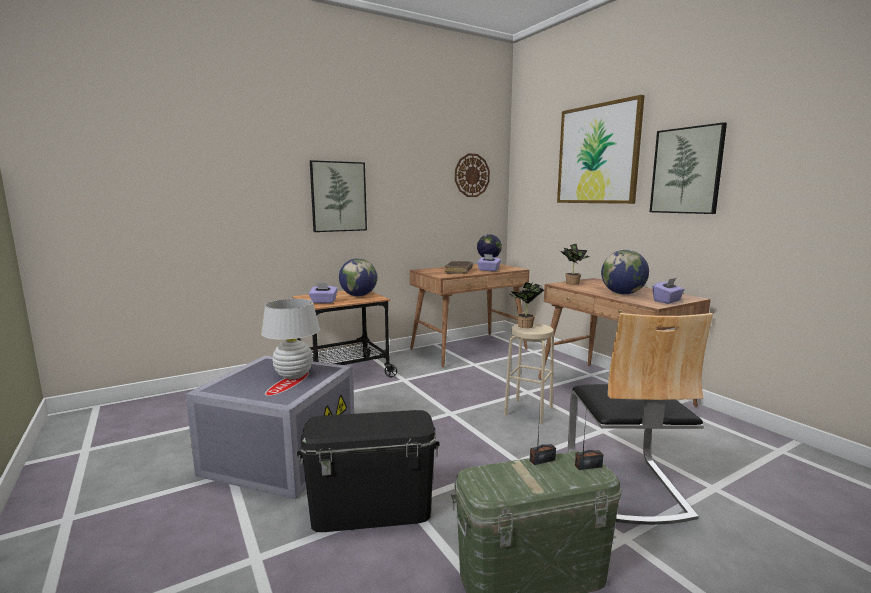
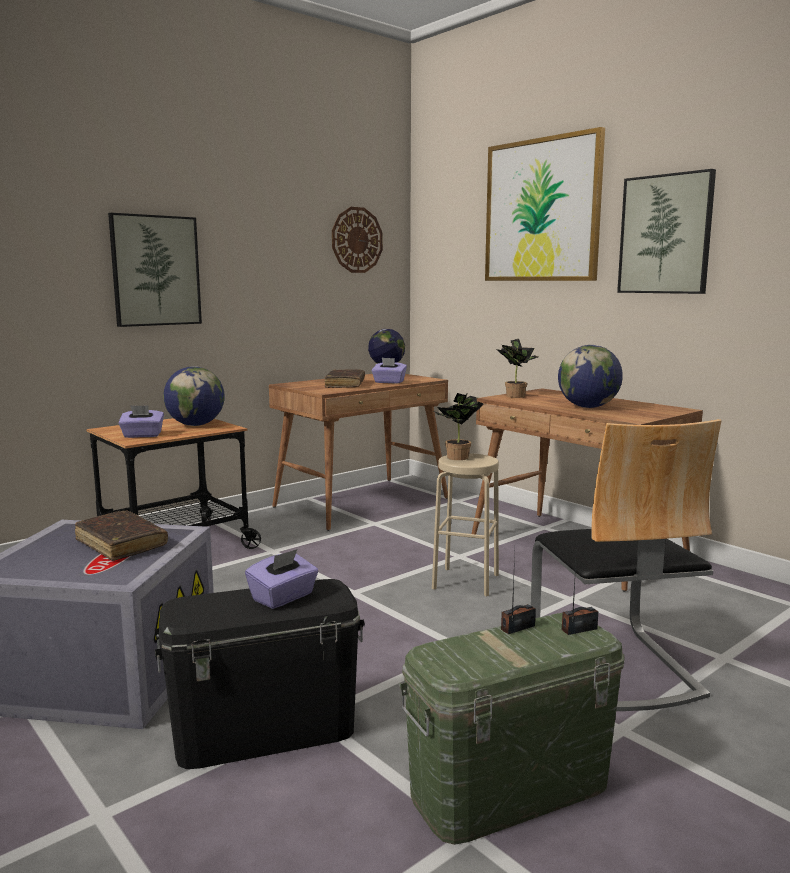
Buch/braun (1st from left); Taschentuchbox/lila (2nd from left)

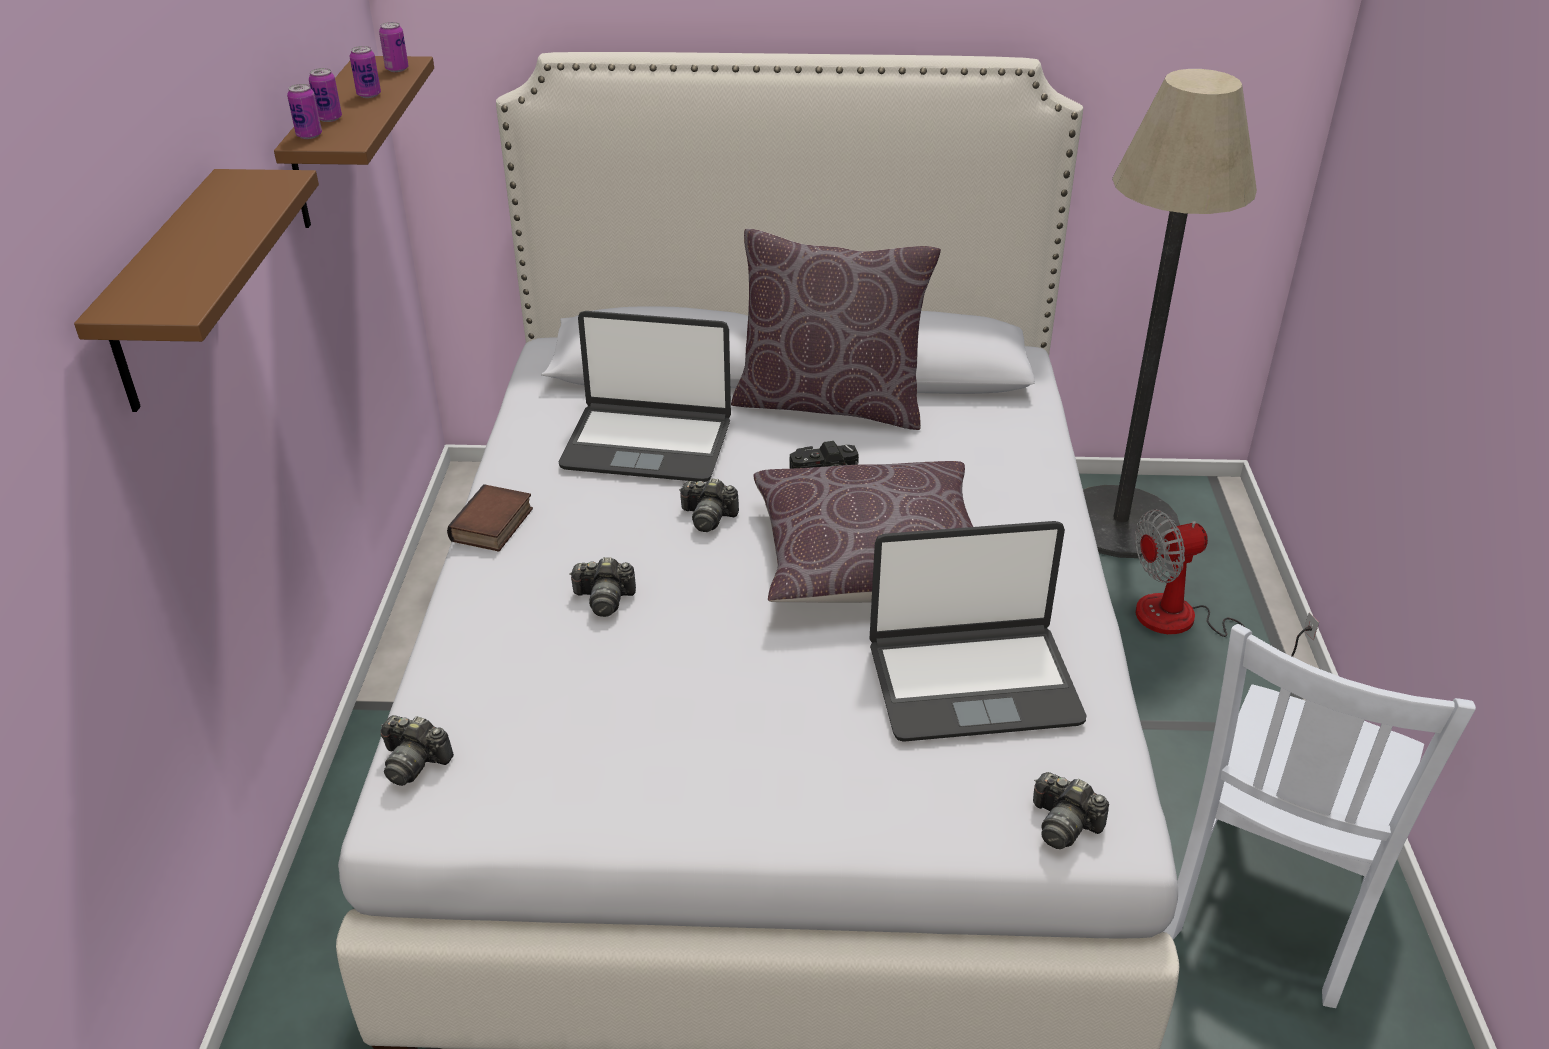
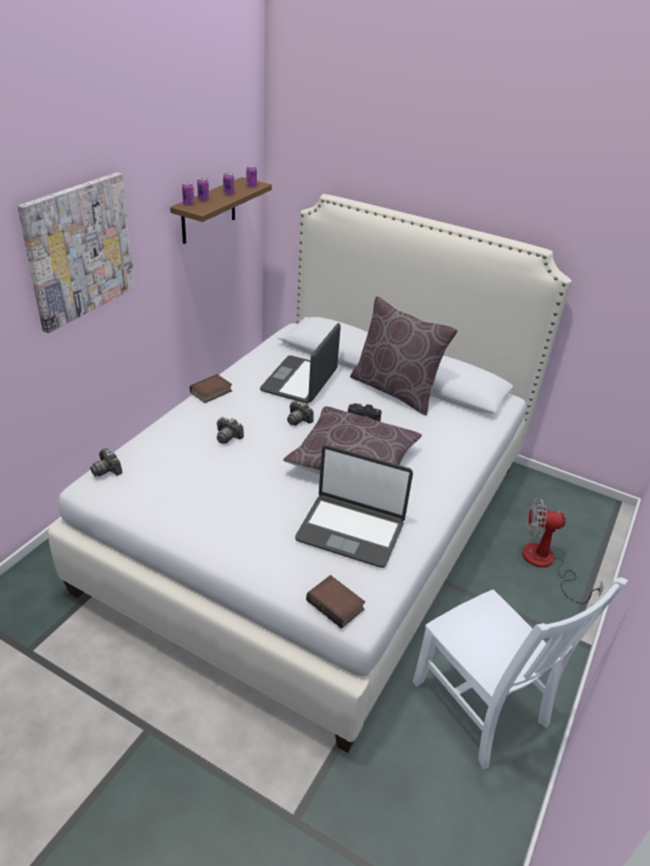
Bild; Laptop (1st from left); Buch (2nd from left); Stehlampe; Stuhl/weiß

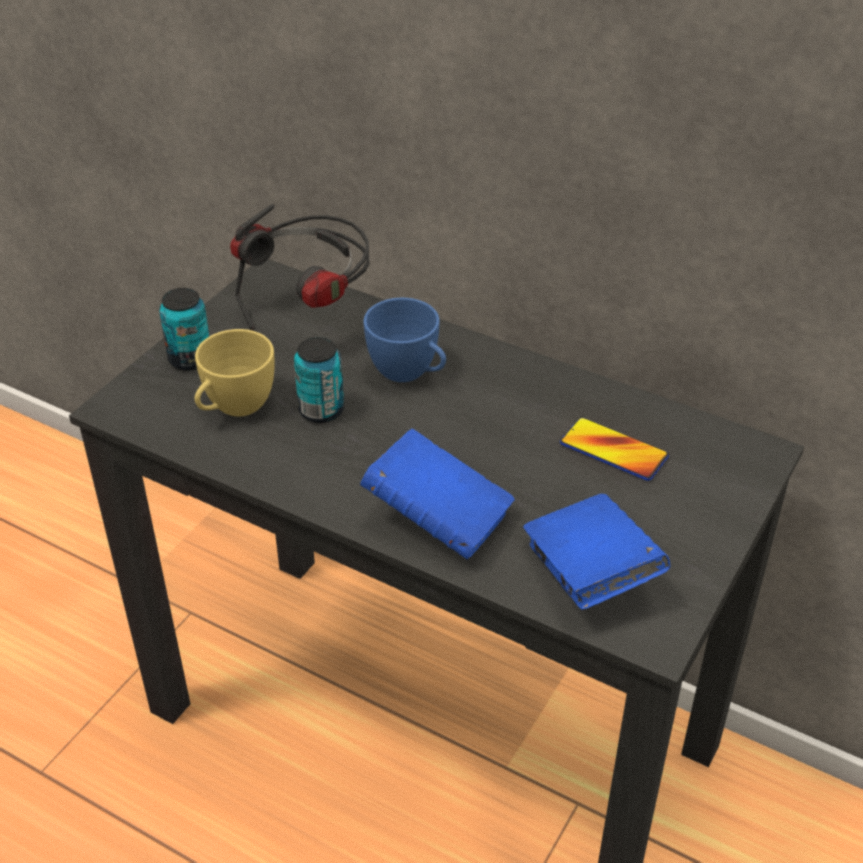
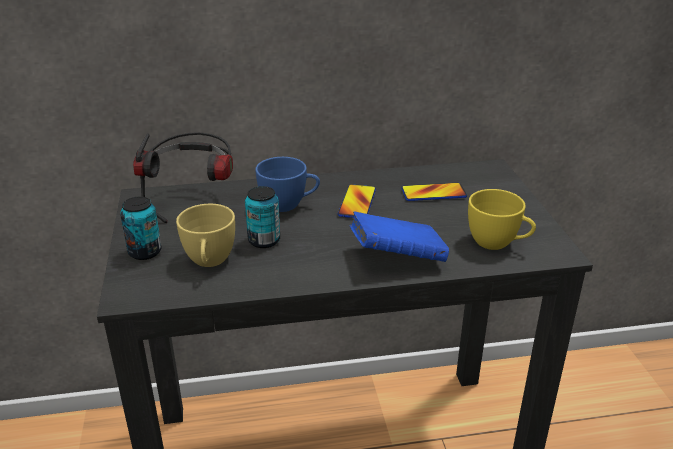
Tasse/gelb (2nd from left); Handy (1st from left)

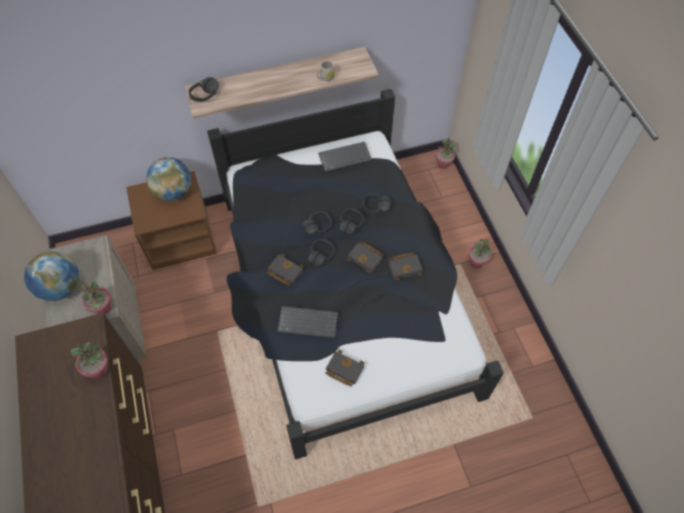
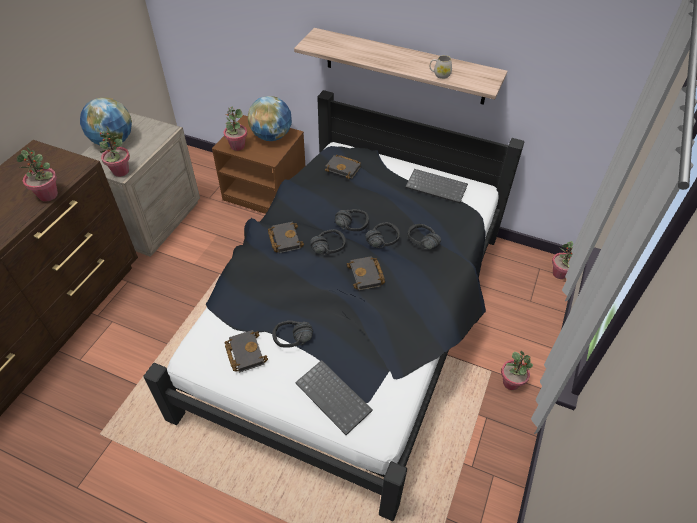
Kopfhörer/schwarz (1st from left); Tastatur (1st from left); Buch/schwarz (3rd from left); Topfpflanze (3rd from left)

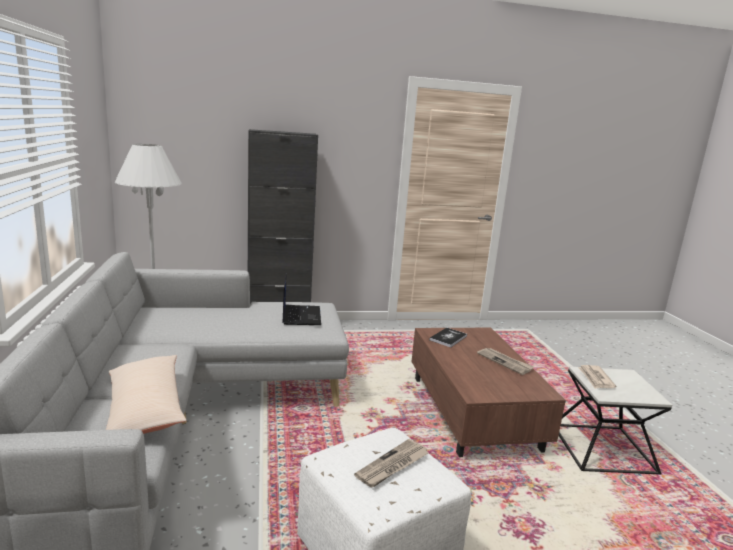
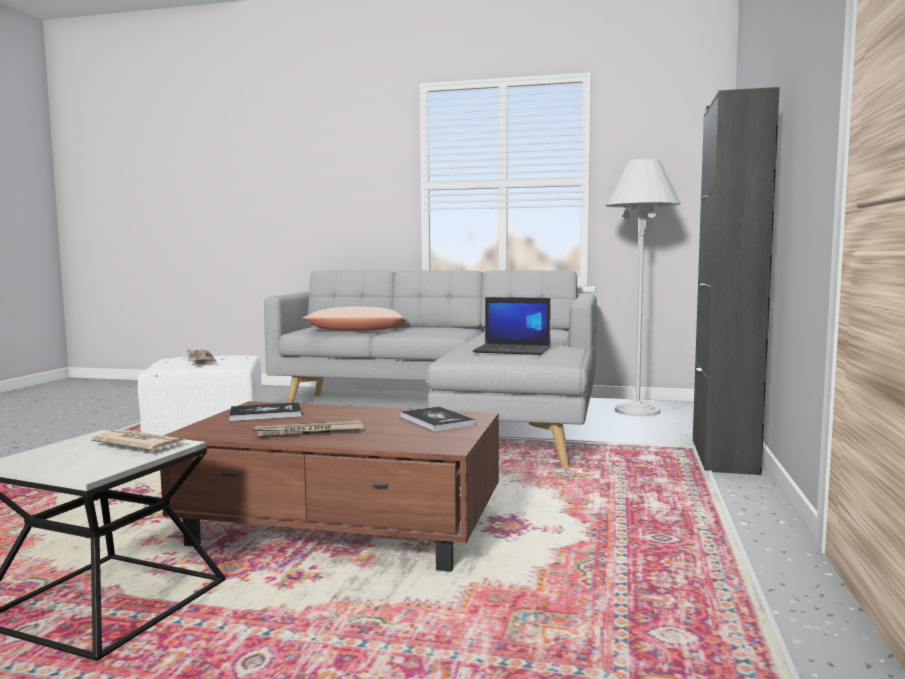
Buch (1st from left)

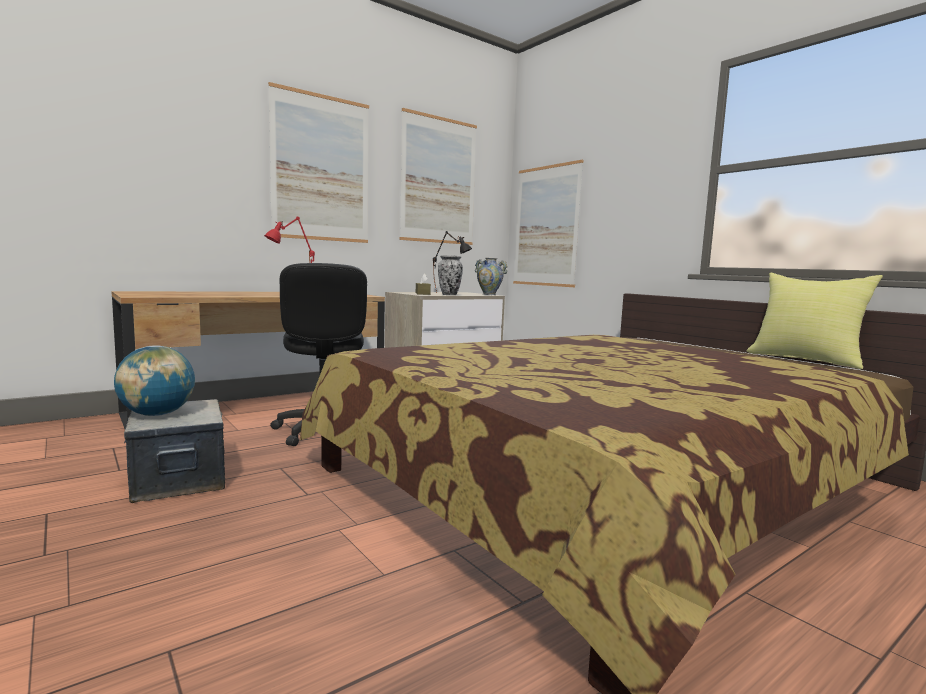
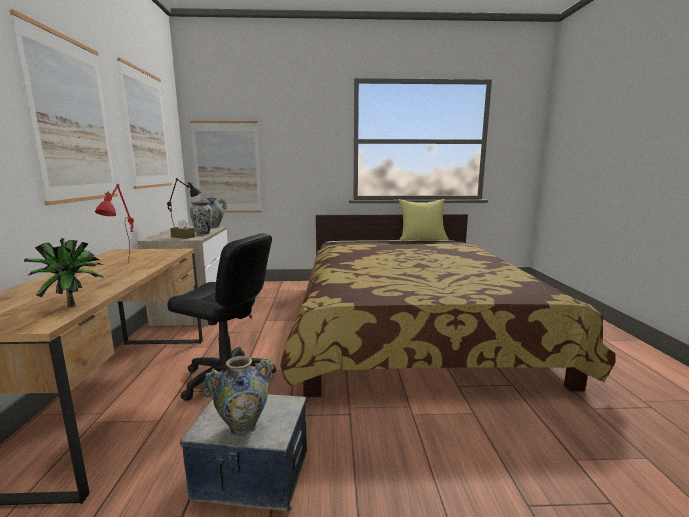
Vase (3rd from left); Topfpflanze

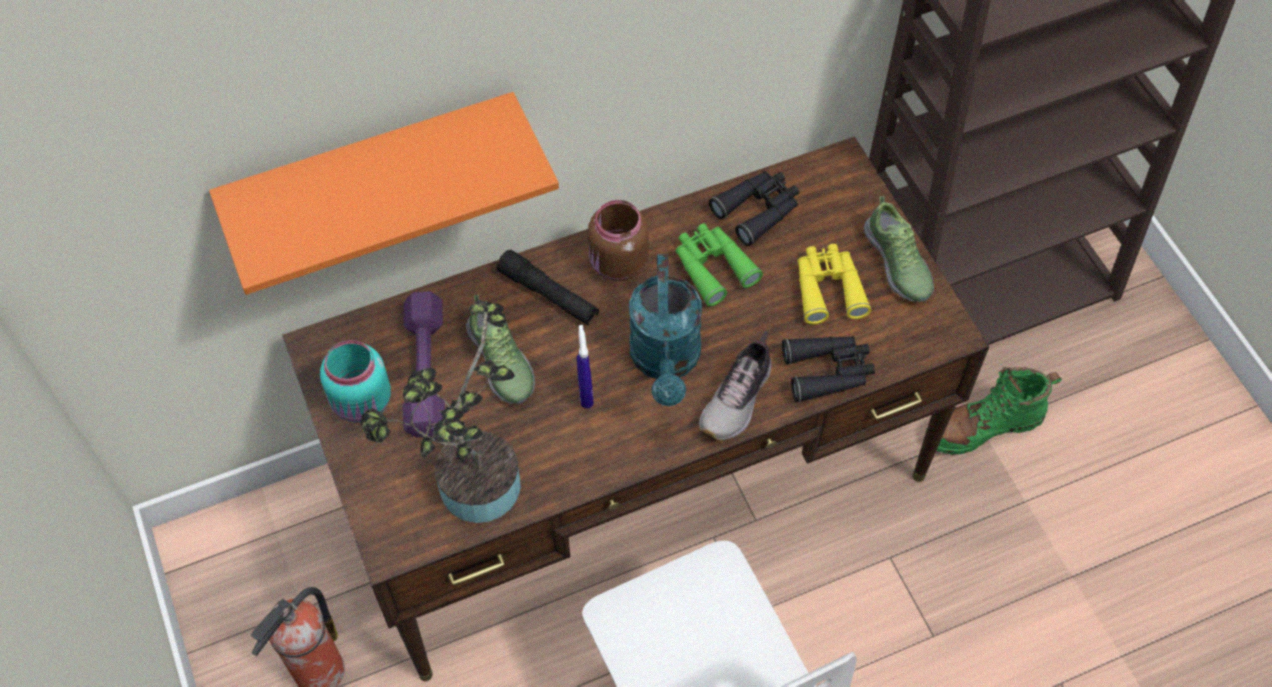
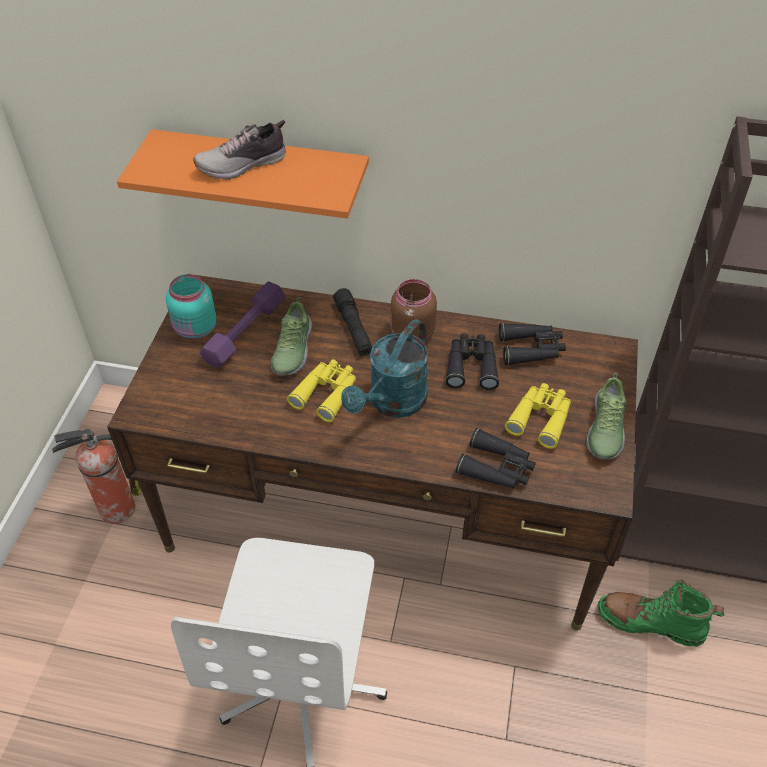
Topfpflanze; Fernglas/gelb (1st from left); Fernglas/schwarz (1st from left); Schuh (1st from left)

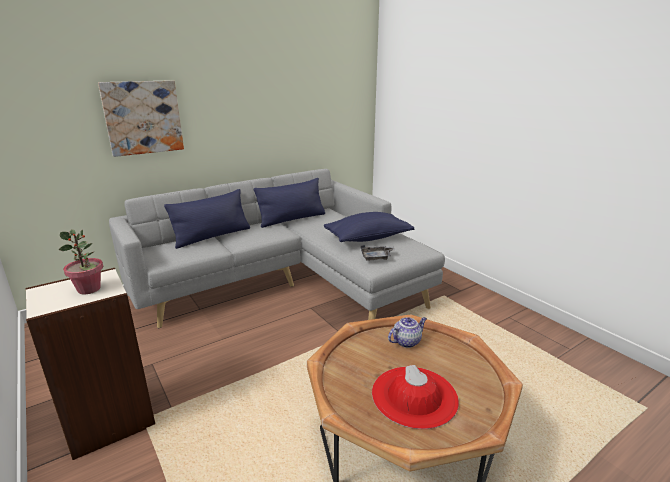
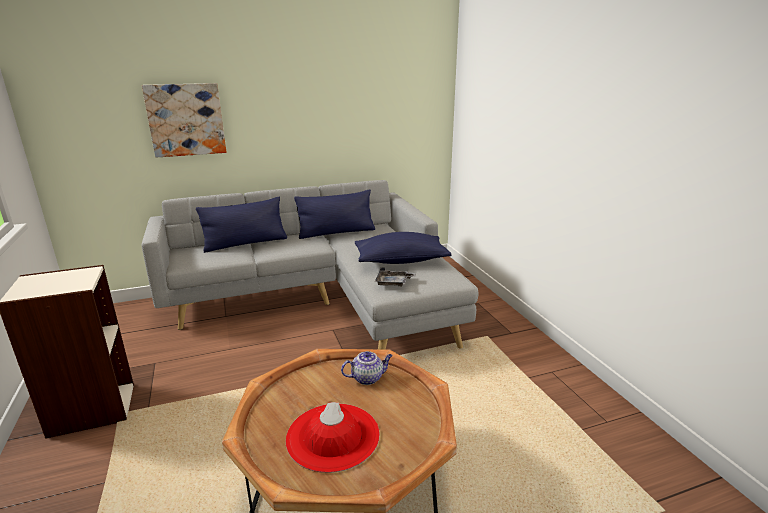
Topfpflanze

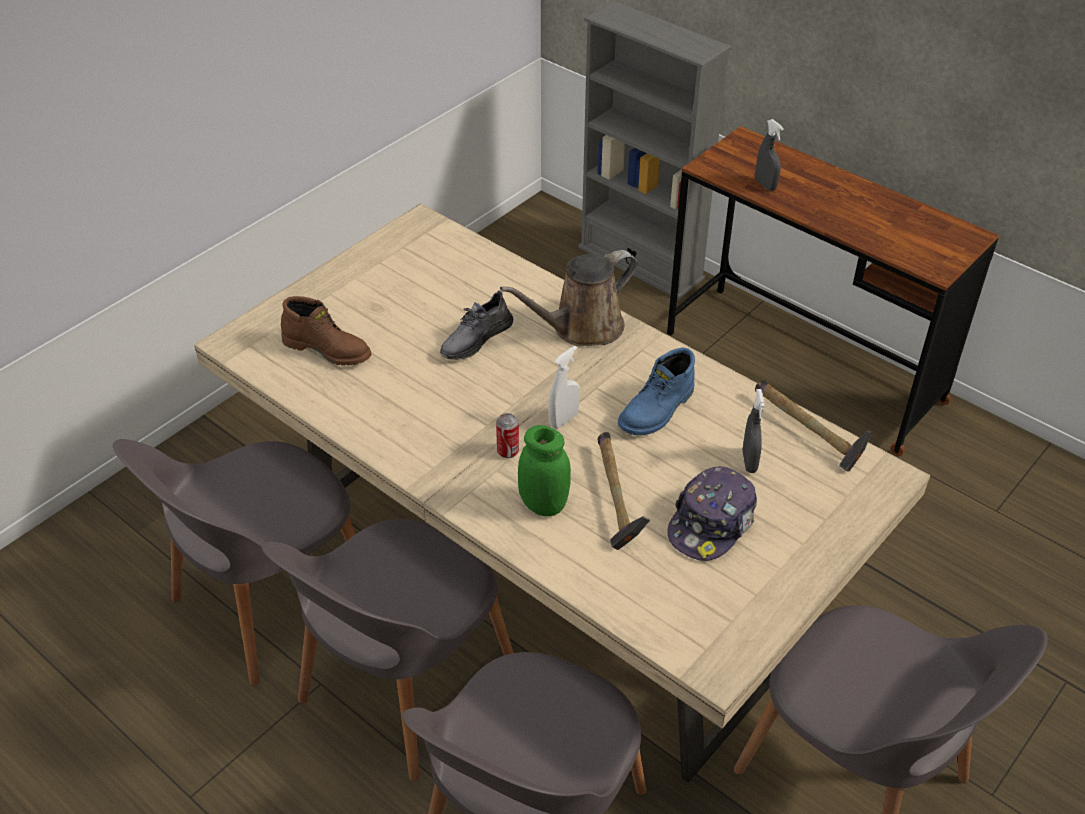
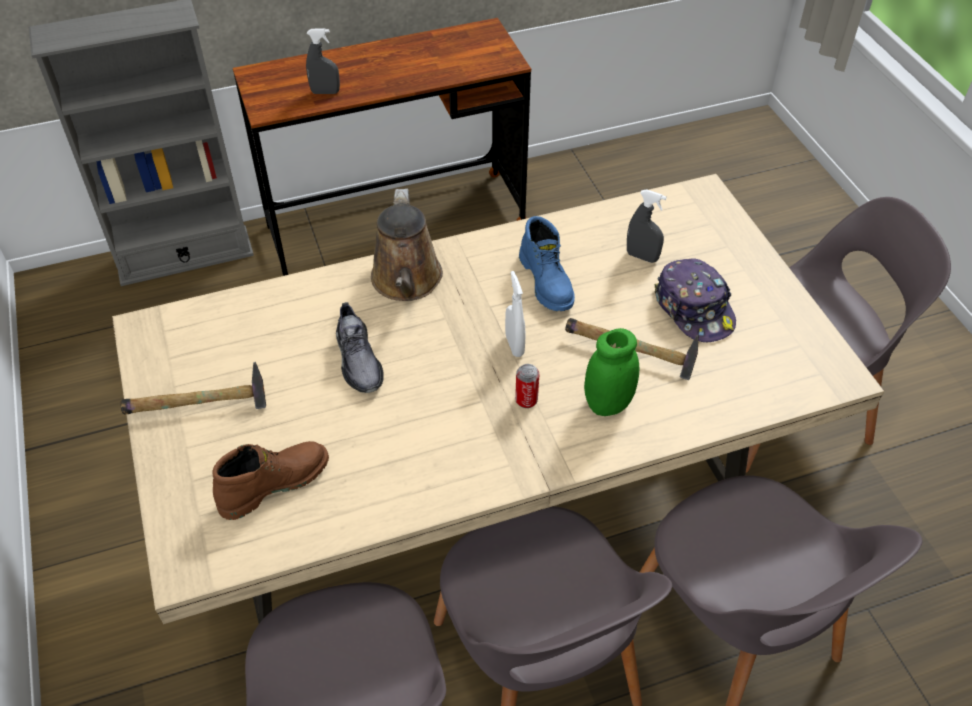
Hammer (1st from left)

